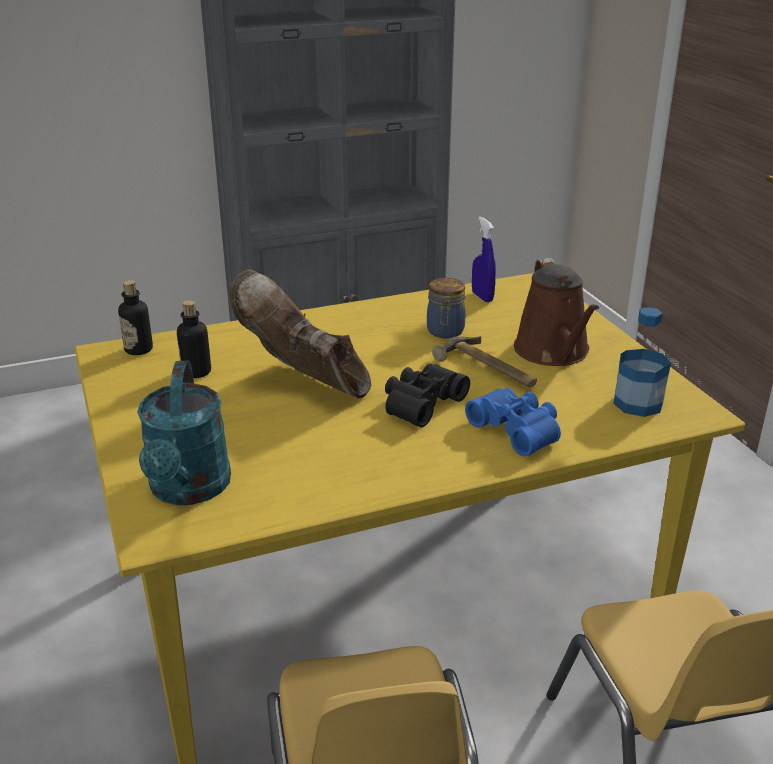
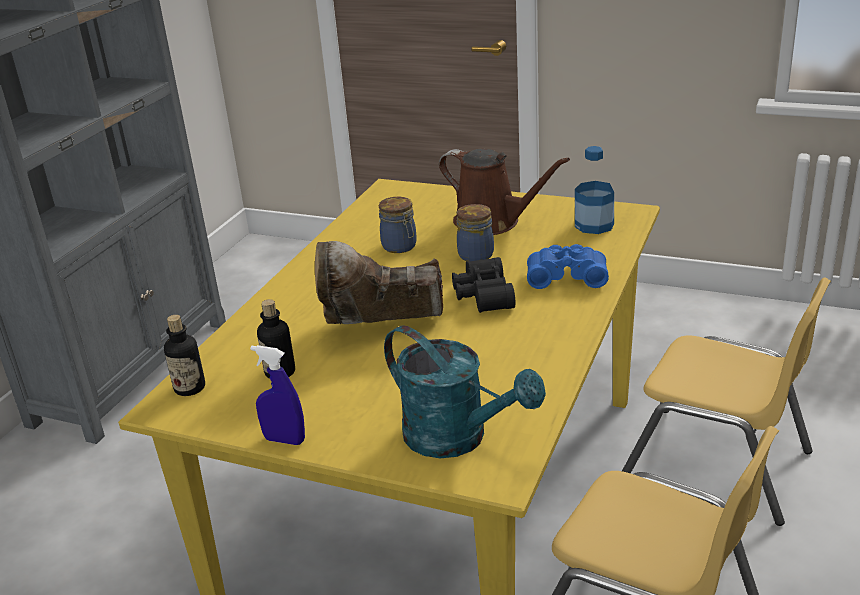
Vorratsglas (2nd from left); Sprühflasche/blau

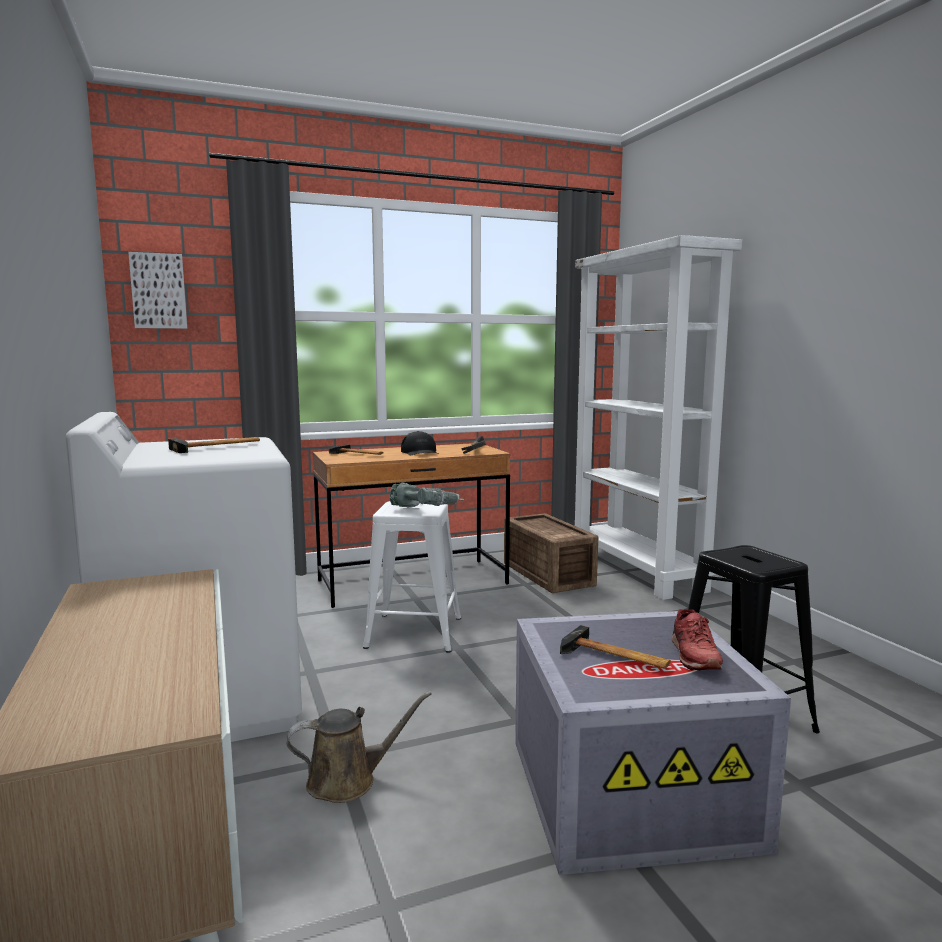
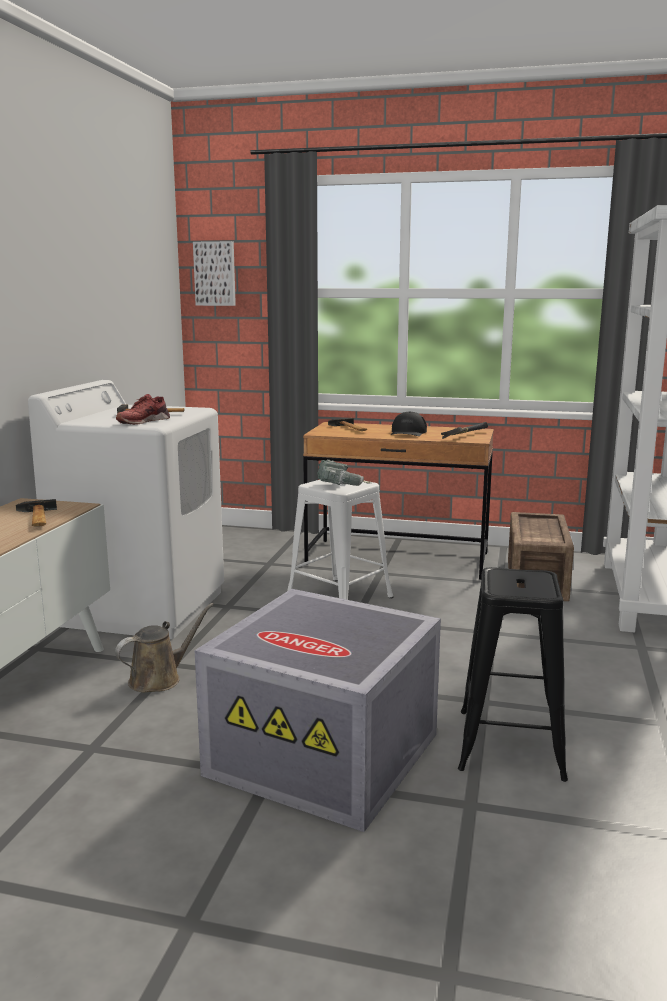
Gießkanne/braun; Hammer (1st from left); Schuh/rot

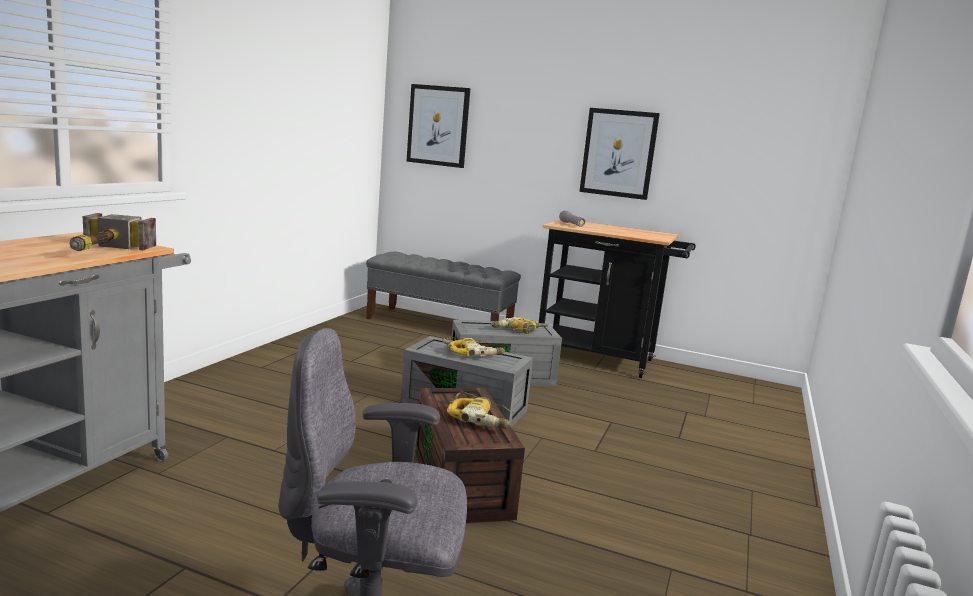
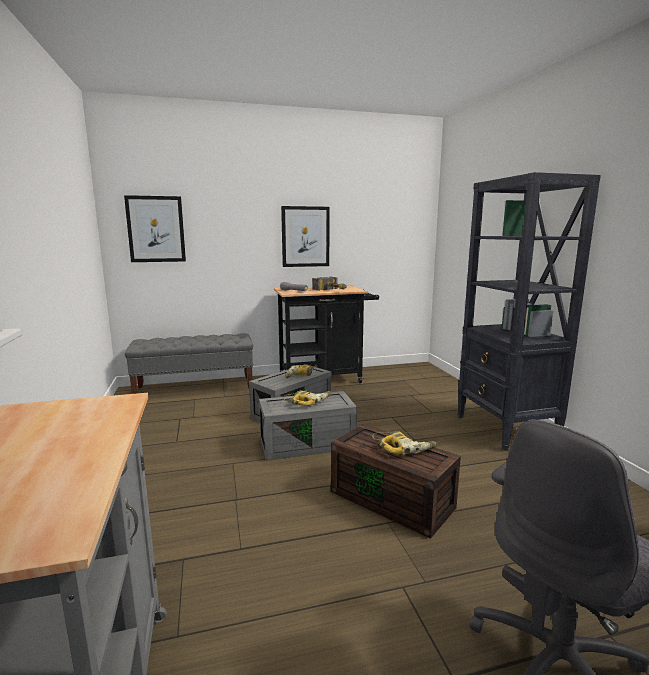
Hammer; Bücherregal/schwarz

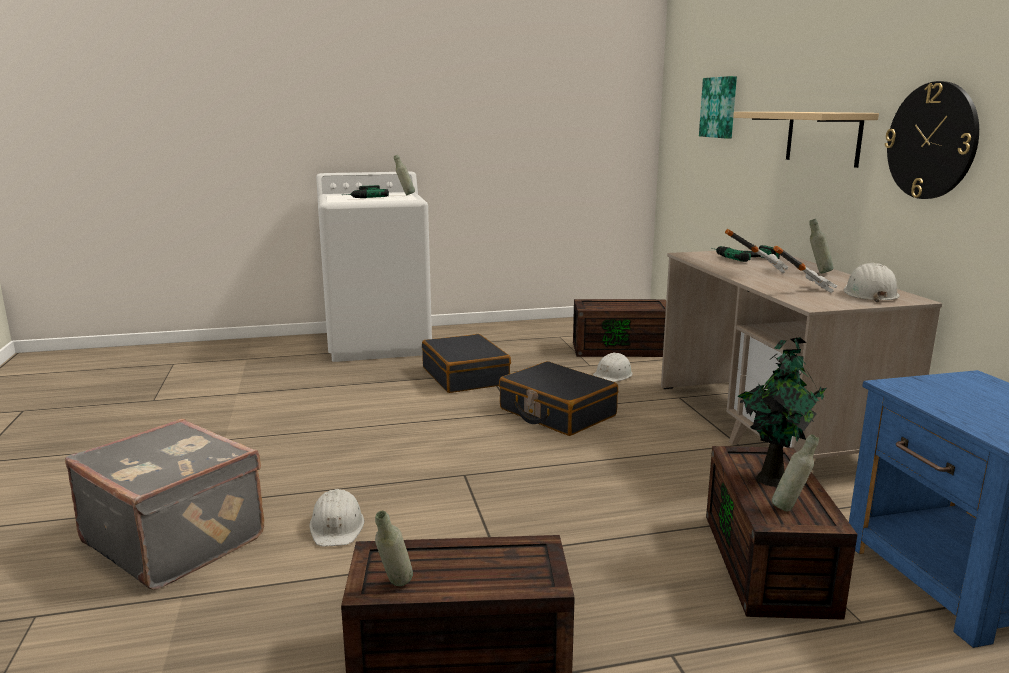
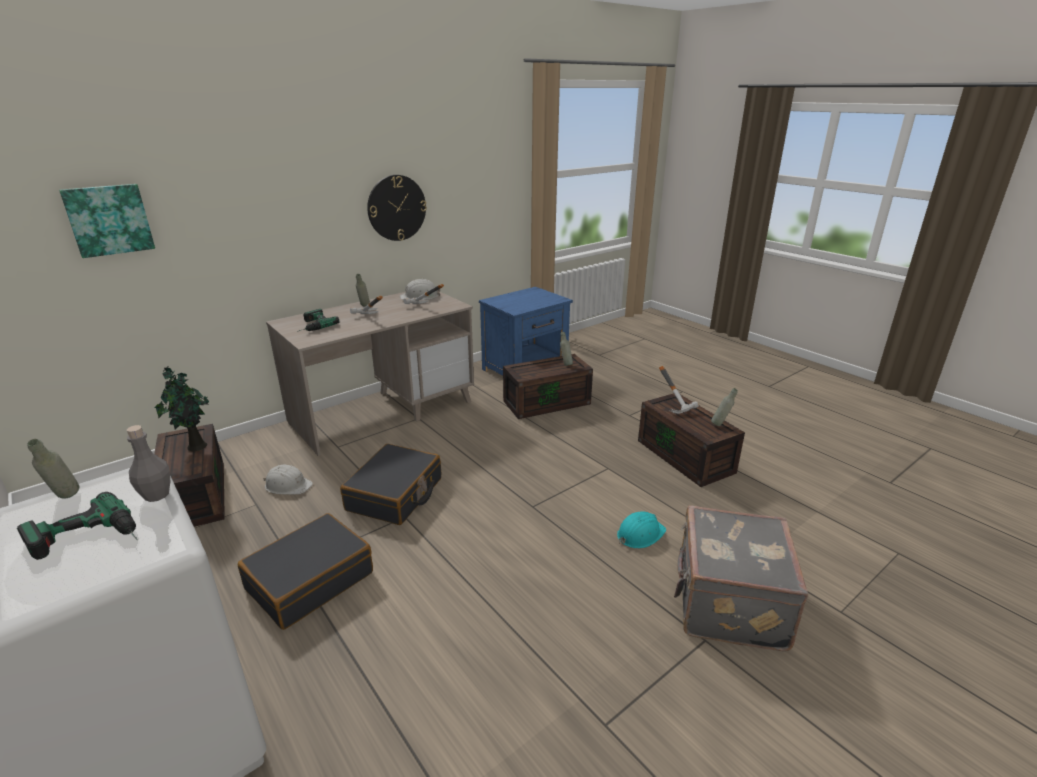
Schutzhelm/türkis; Wandregal/beige; Topfpflanze; Flasche/grau (2nd from left); Hammer (3rd from left)

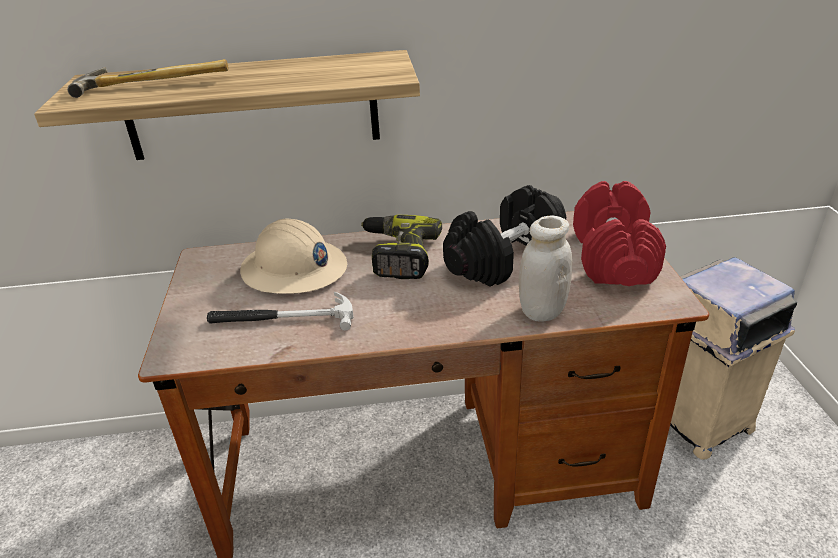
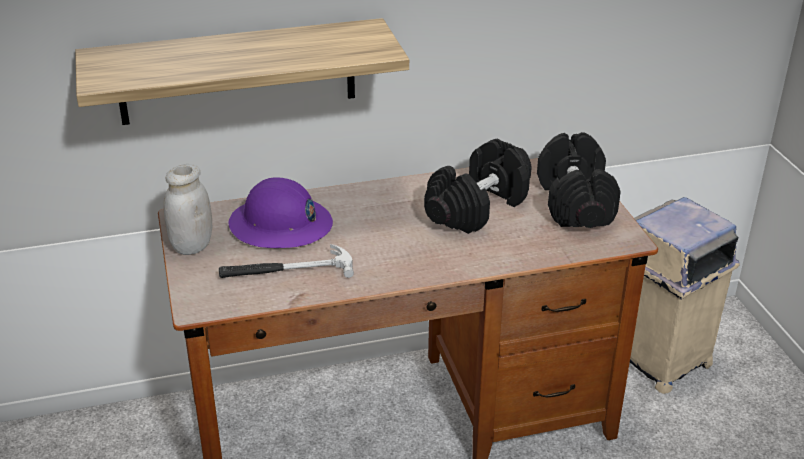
Hammer (1st from left in the first image); Schutzhelm/lila; Bohrmaschine; Vorratsglas/weiß; Hantel/schwarz (2nd from left)

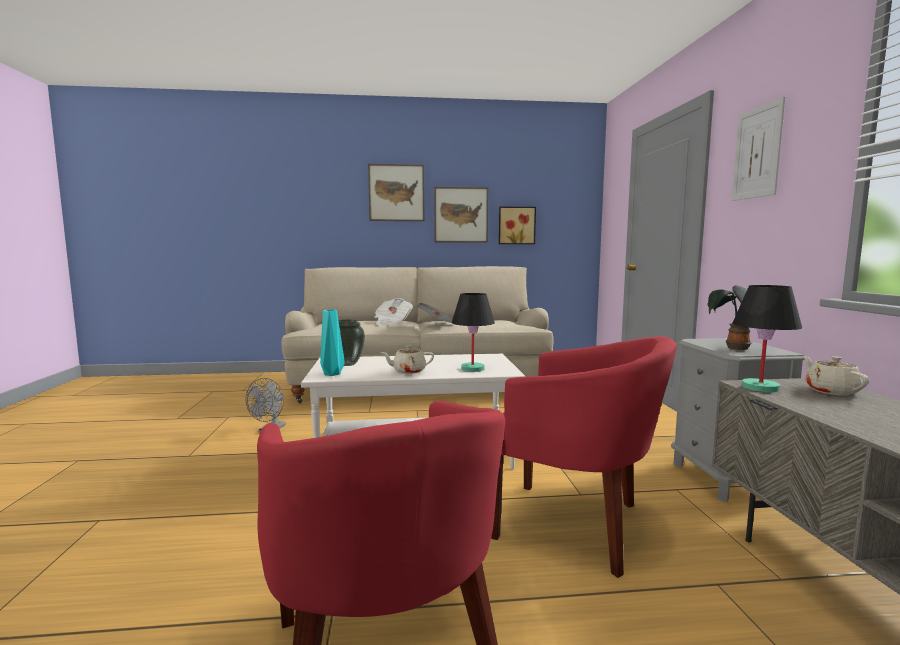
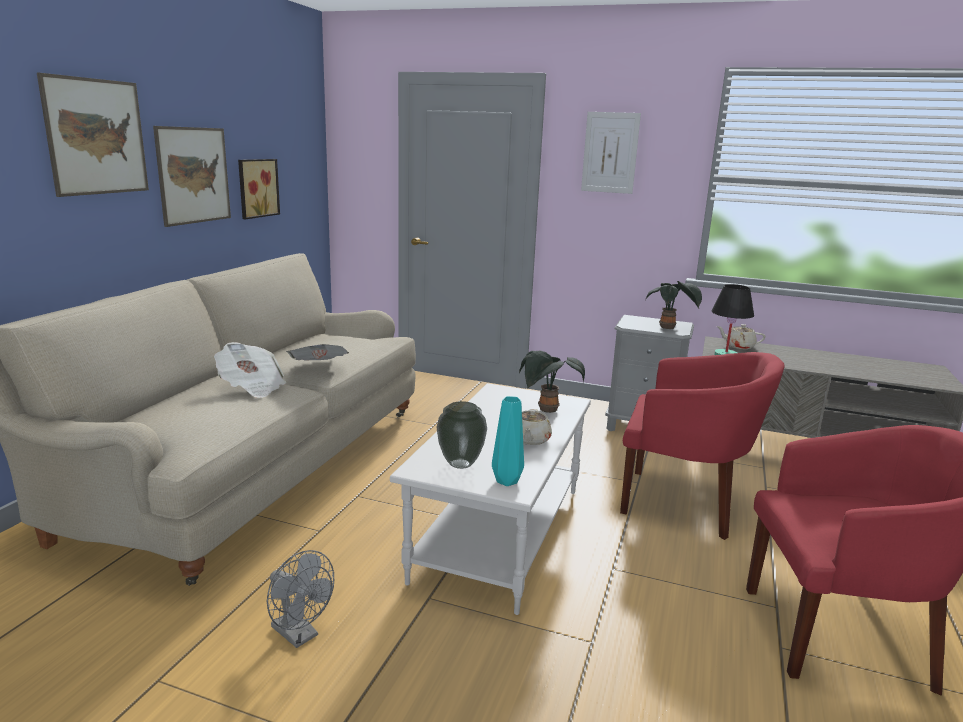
Topfpflanze (1st from left); Sessel/rot (1st from left)

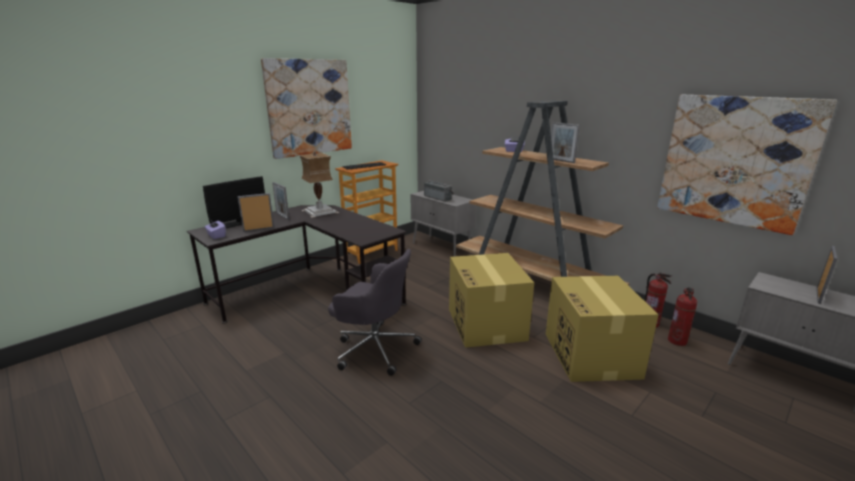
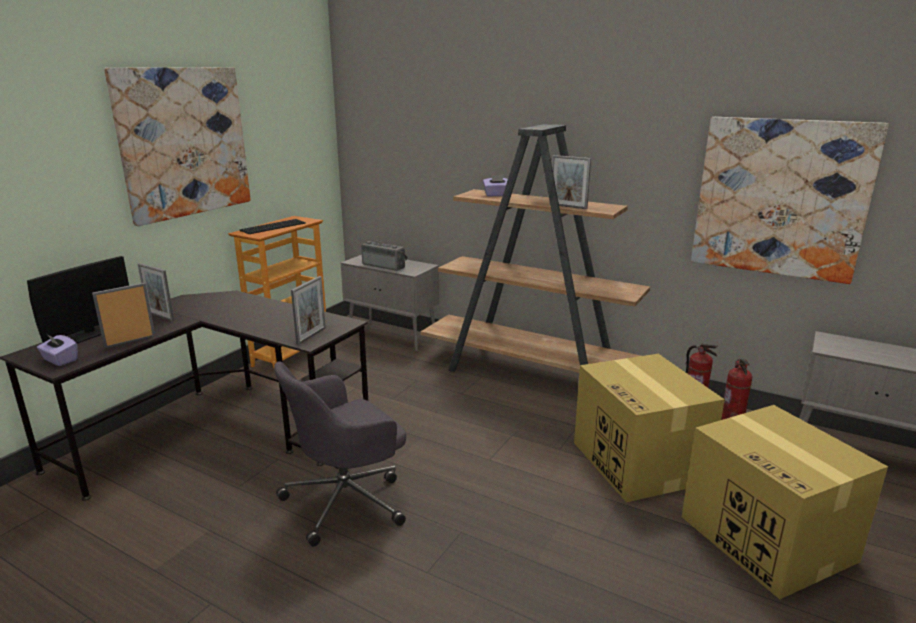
Tischlampe; Bürostuhl/grau; Karton (2nd from left); Bilderrahmen (3rd from left)

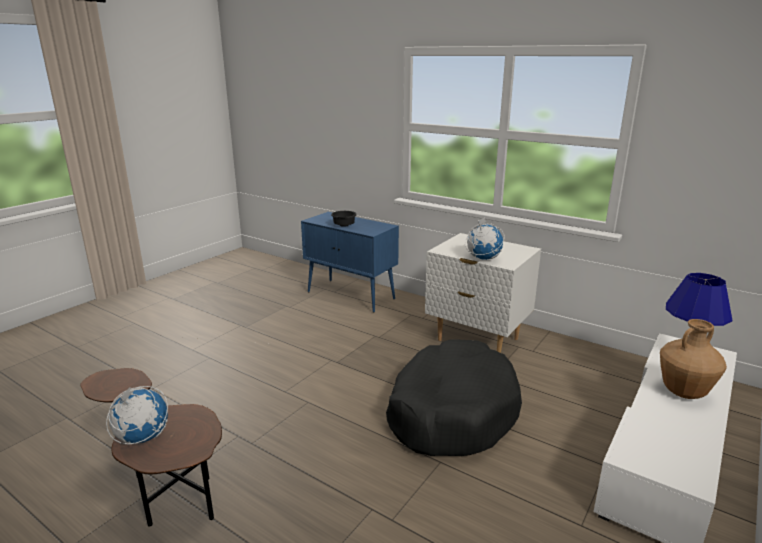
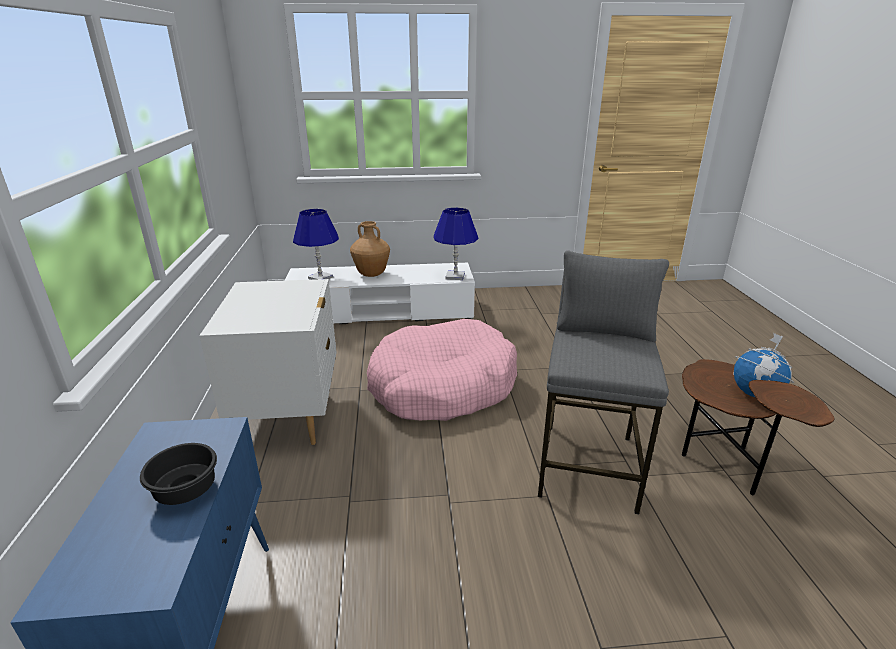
Hundebett/rosa; Globus (2nd from left in the first image); Tischlampe/blau (2nd from left); Hocker/grau

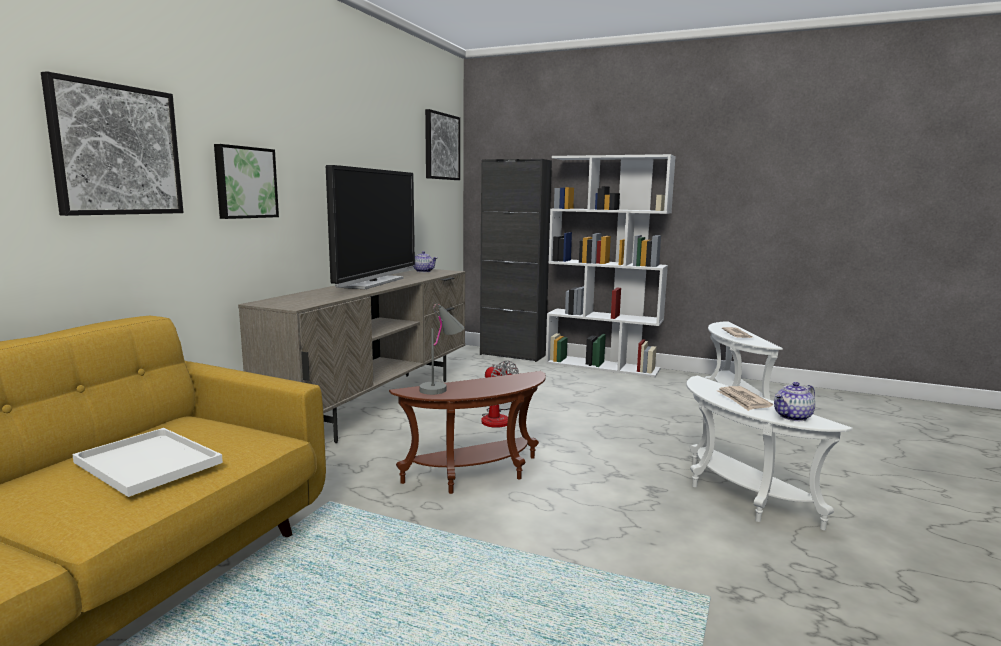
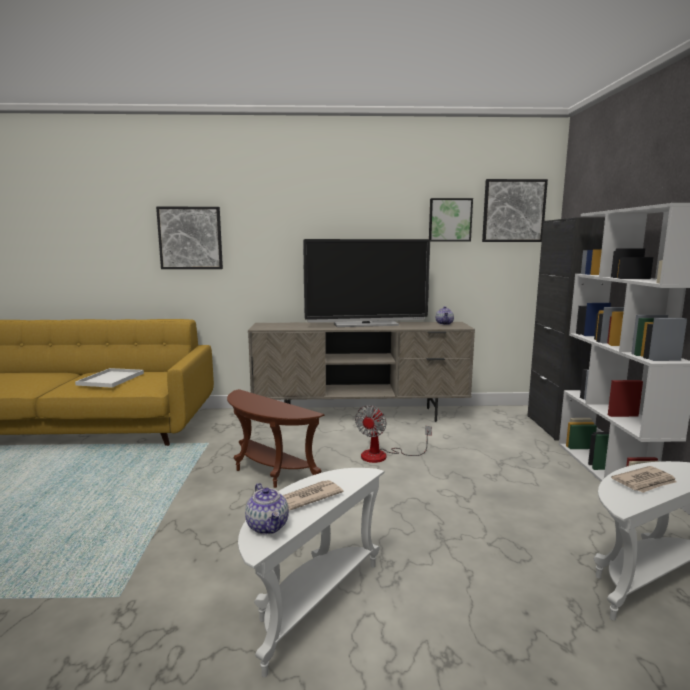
Bild (2nd from left); Tischlampe/grau; Teekanne (1st from left)

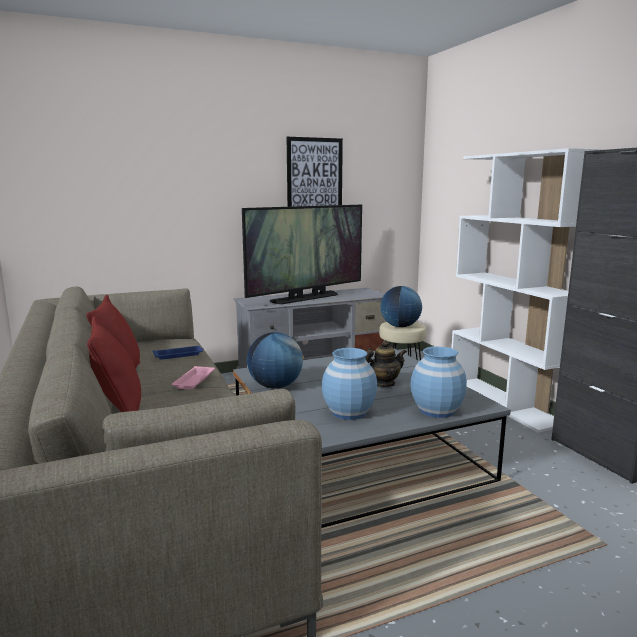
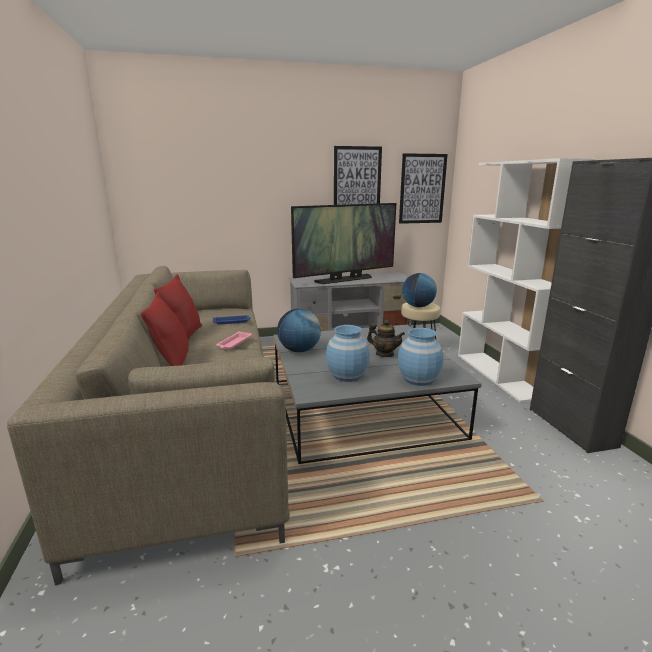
Teekanne; Bild (2nd from left)

